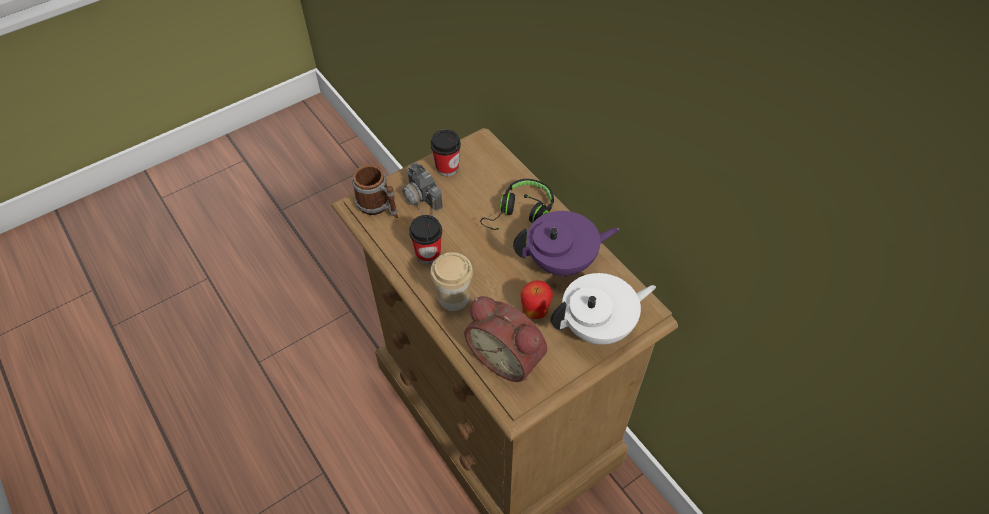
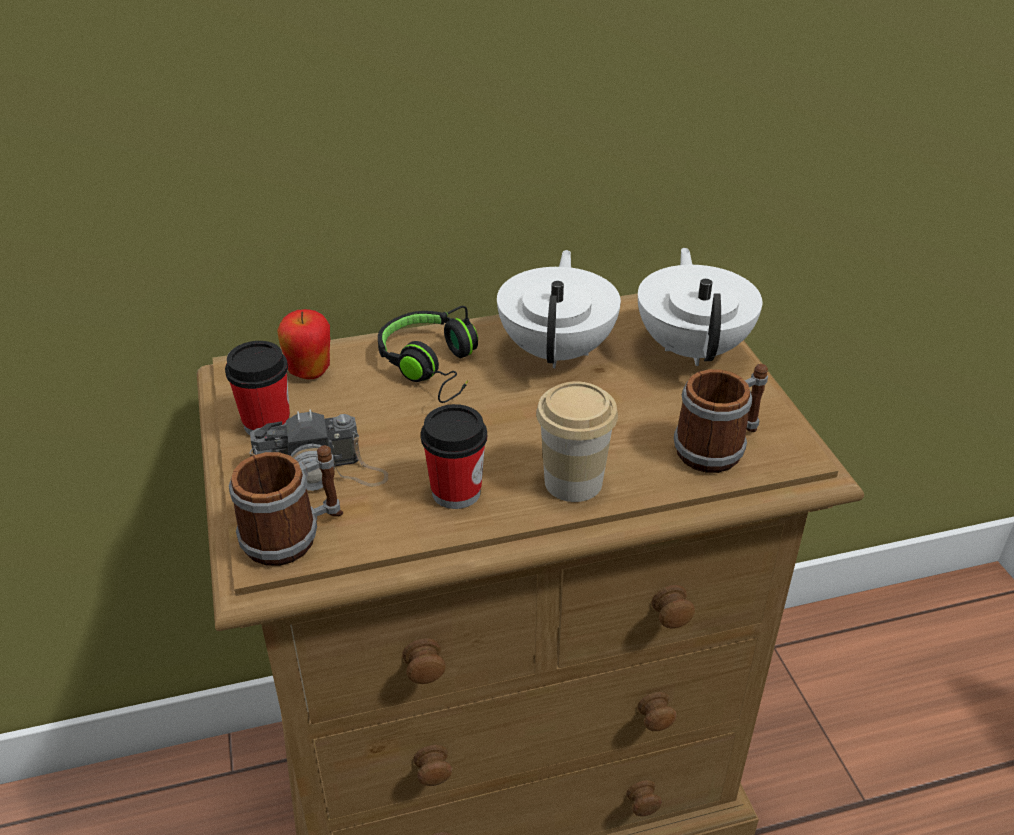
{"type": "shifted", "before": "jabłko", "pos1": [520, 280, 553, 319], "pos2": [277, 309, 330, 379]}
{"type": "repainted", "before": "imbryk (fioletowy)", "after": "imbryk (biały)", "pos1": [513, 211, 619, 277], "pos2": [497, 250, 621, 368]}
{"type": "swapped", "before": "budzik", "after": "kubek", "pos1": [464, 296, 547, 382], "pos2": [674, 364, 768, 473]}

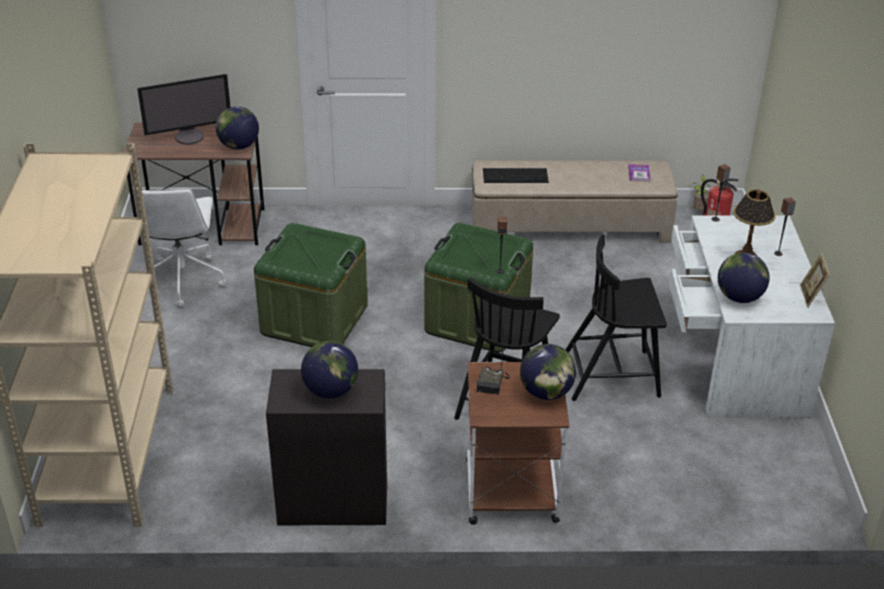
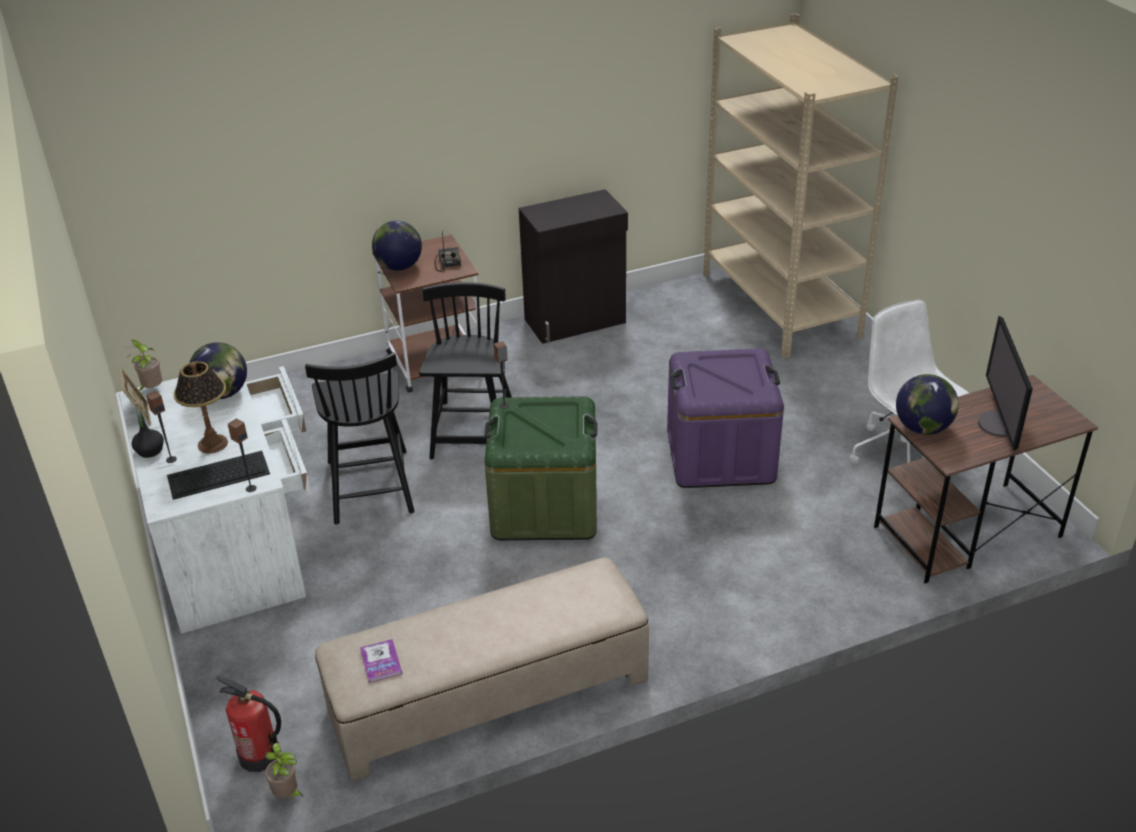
{"type": "new", "after": "roślina doniczkowa", "pos2": [124, 340, 162, 391]}
{"type": "new", "after": "butelka (czarny)", "pos2": [131, 402, 164, 458]}
{"type": "shifted", "before": "klawiatura", "pos1": [483, 168, 549, 183], "pos2": [167, 451, 270, 500]}
{"type": "rotated", "before": "krzesło (czarny)", "pos1": [565, 235, 667, 401], "pos2": [305, 352, 414, 525], "turn": 105}
{"type": "repainted", "before": "pojemnik do przechowywania (zielony)", "after": "pojemnik do przechowywania (fioletowy)", "pos1": [254, 223, 368, 347], "pos2": [667, 349, 784, 488]}
{"type": "rotated", "before": "monitor", "pos1": [137, 74, 230, 145], "pos2": [978, 316, 1033, 450], "turn": -45}
{"type": "gone", "before": "globus", "pos1": [301, 341, 358, 398]}

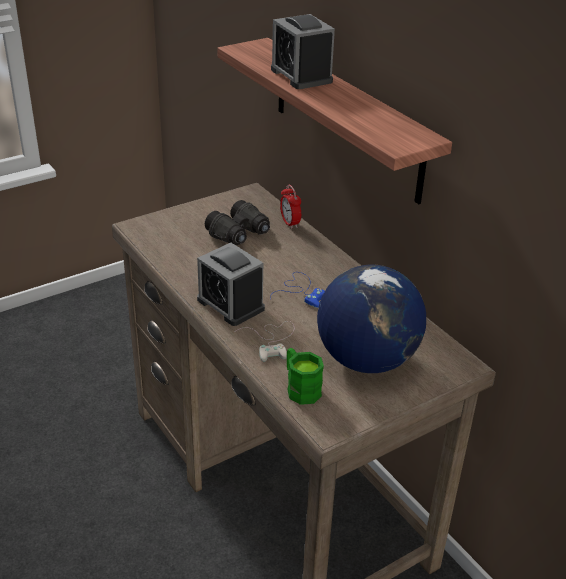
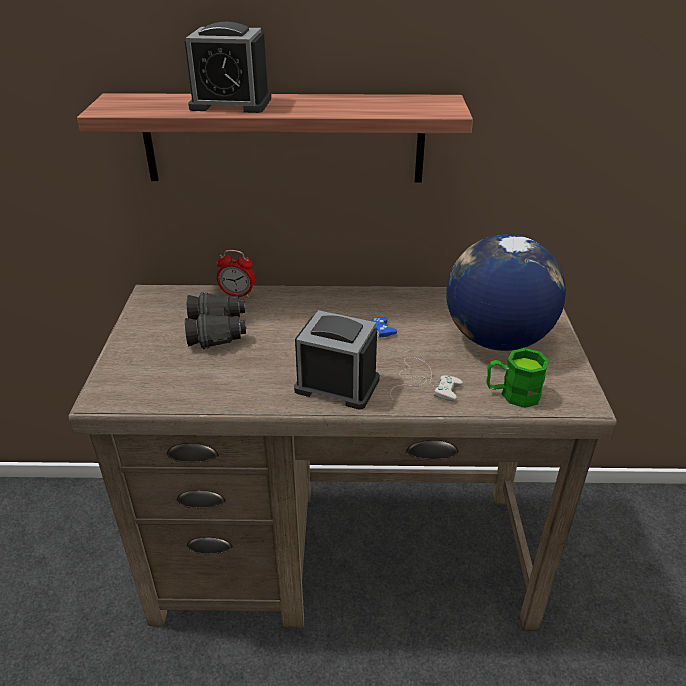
{"type": "rotated", "before": "budzik", "pos1": [197, 243, 265, 326], "pos2": [294, 310, 380, 410], "turn": -150}

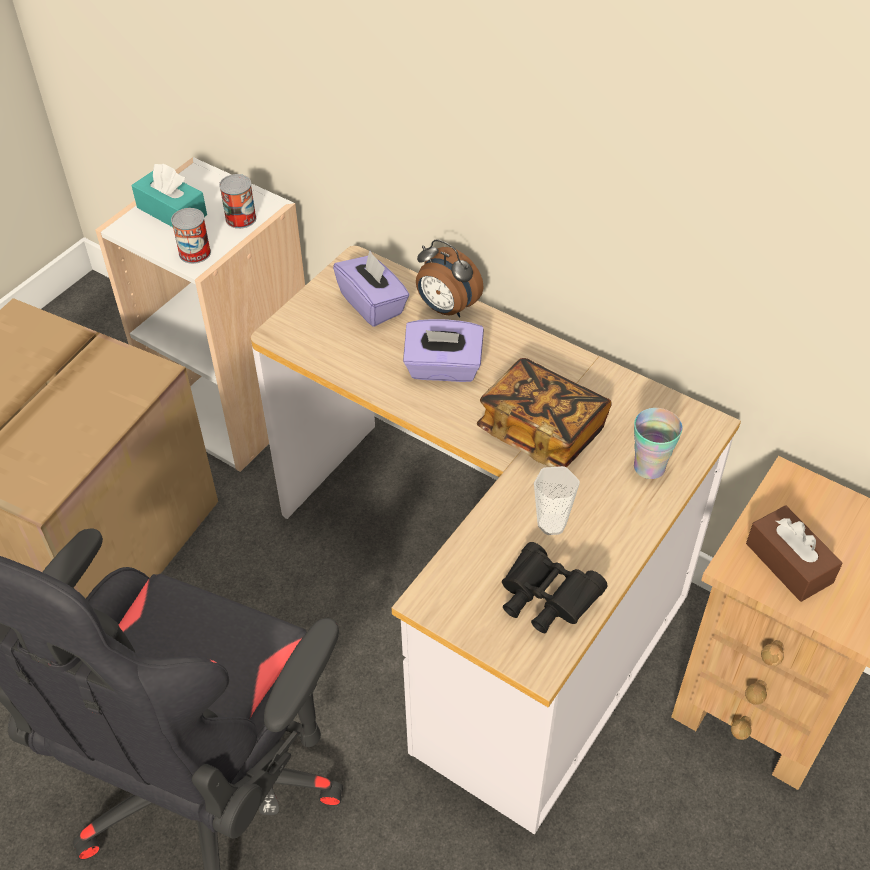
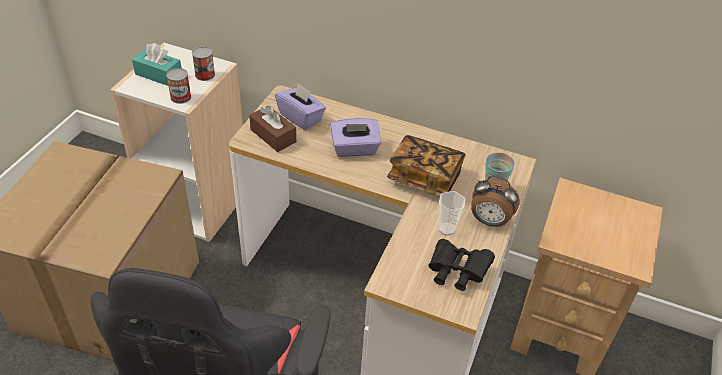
{"type": "shifted", "before": "pudełko chusteczek (brązowy)", "pos1": [746, 505, 843, 602], "pos2": [249, 106, 296, 152]}
{"type": "shifted", "before": "budzik", "pos1": [416, 239, 484, 318], "pos2": [471, 176, 520, 227]}

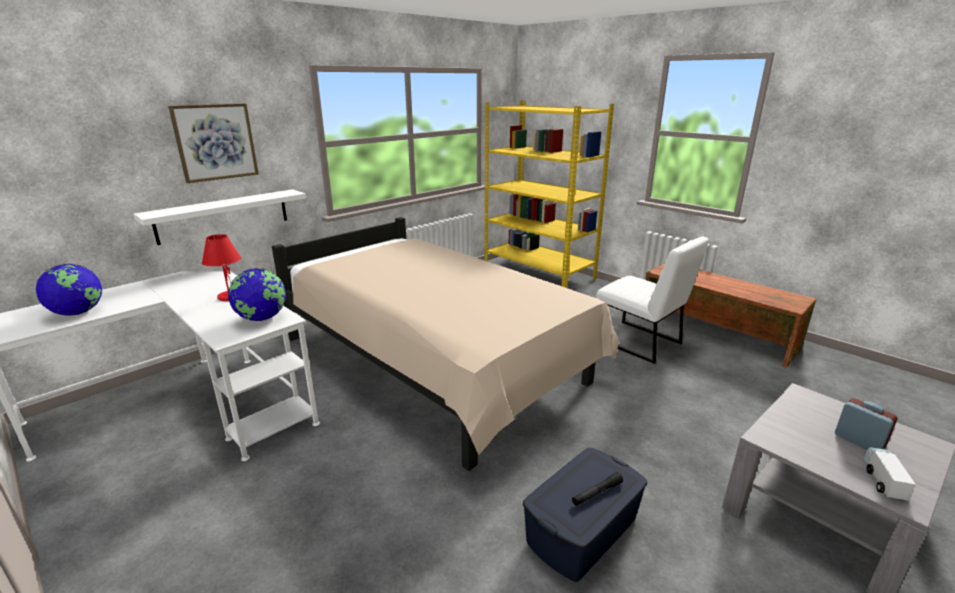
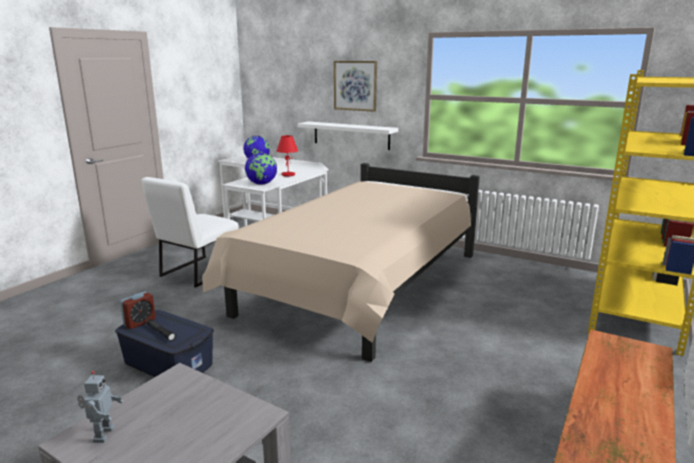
{"type": "swapped", "before": "ciężarówka zabawkowa", "after": "robot zabawkowy", "pos1": [864, 447, 916, 501], "pos2": [77, 371, 123, 443]}
{"type": "shifted", "before": "budzik", "pos1": [835, 398, 897, 450], "pos2": [120, 291, 156, 329]}
{"type": "shifted", "before": "krzesło (biały)", "pos1": [596, 237, 709, 364], "pos2": [141, 177, 239, 288]}

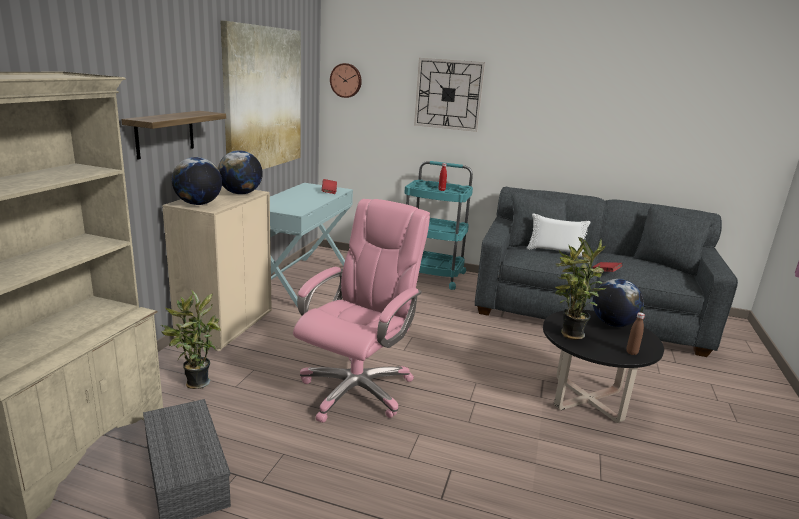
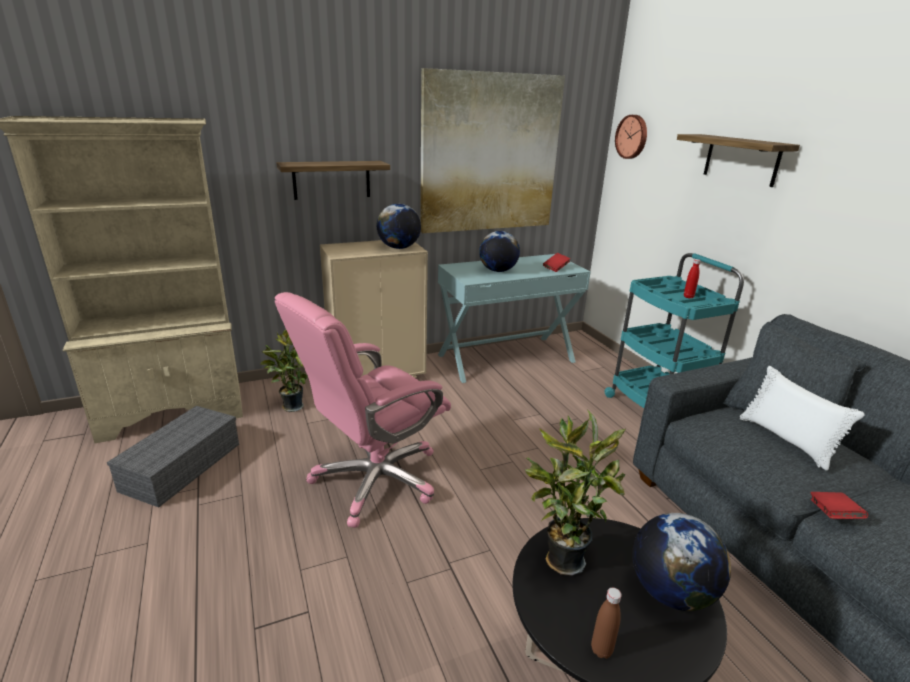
{"type": "rotated", "before": "krzesło biurowe (różowy)", "pos1": [293, 199, 430, 423], "pos2": [275, 292, 451, 528], "turn": 150}
{"type": "shifted", "before": "globus", "pos1": [172, 157, 222, 205], "pos2": [479, 231, 520, 272]}
{"type": "swapped", "before": "zegar ścienny", "after": "półka", "pos1": [414, 58, 485, 132], "pos2": [677, 134, 800, 187]}

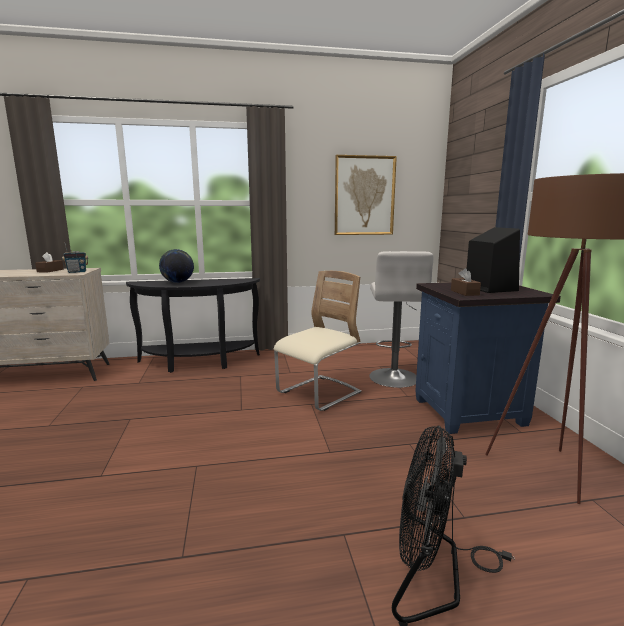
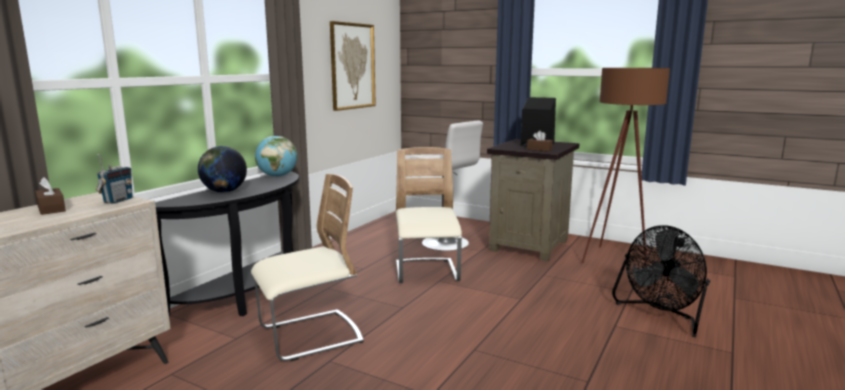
{"type": "new", "after": "krzesło (beżowy)", "pos2": [251, 174, 364, 361]}
{"type": "new", "after": "globus", "pos2": [255, 136, 297, 177]}
{"type": "repainted", "before": "szafka (niebieski)", "after": "szafka (beżowy)", "pos1": [415, 282, 561, 434], "pos2": [487, 139, 579, 261]}

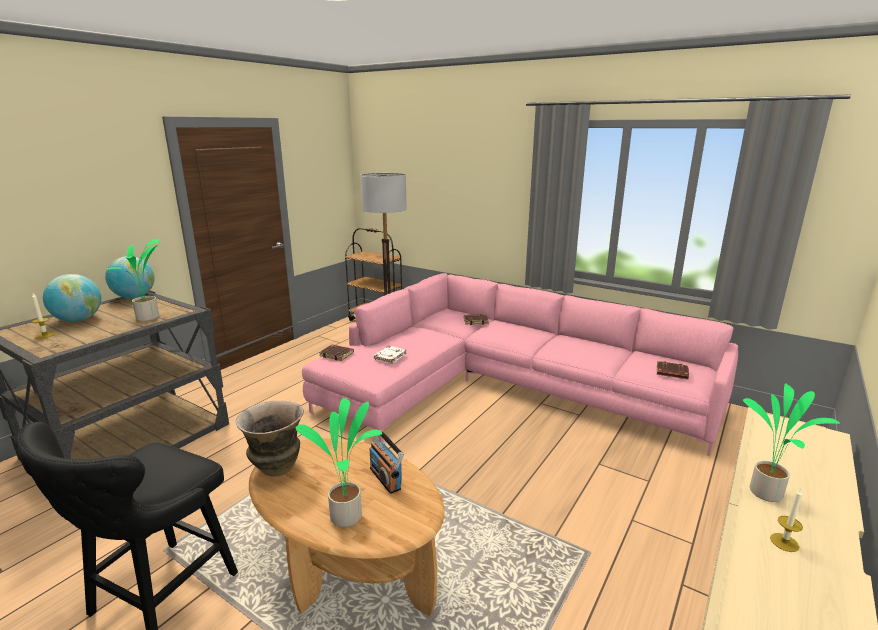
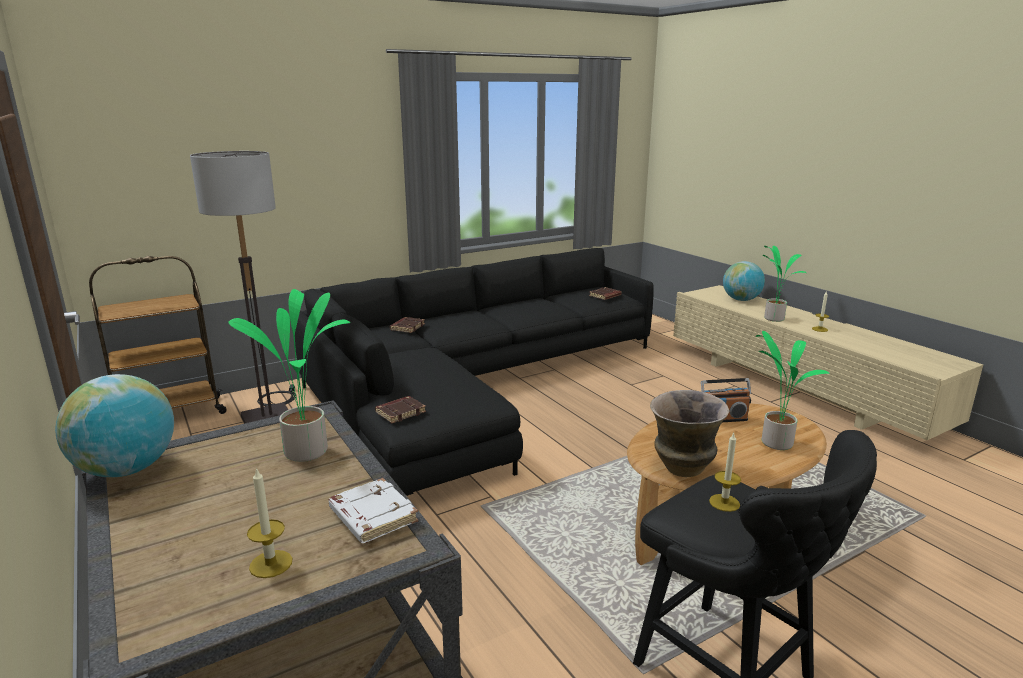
{"type": "repainted", "before": "kanapa (różowy)", "after": "kanapa (czarny)", "pos1": [302, 273, 738, 456], "pos2": [295, 248, 654, 496]}
{"type": "shifted", "before": "książka (biały)", "pos1": [373, 346, 407, 364], "pos2": [329, 478, 419, 543]}
{"type": "new", "after": "świeca", "pos2": [709, 433, 741, 512]}
{"type": "shifted", "before": "globus", "pos1": [43, 274, 101, 322], "pos2": [723, 261, 765, 301]}

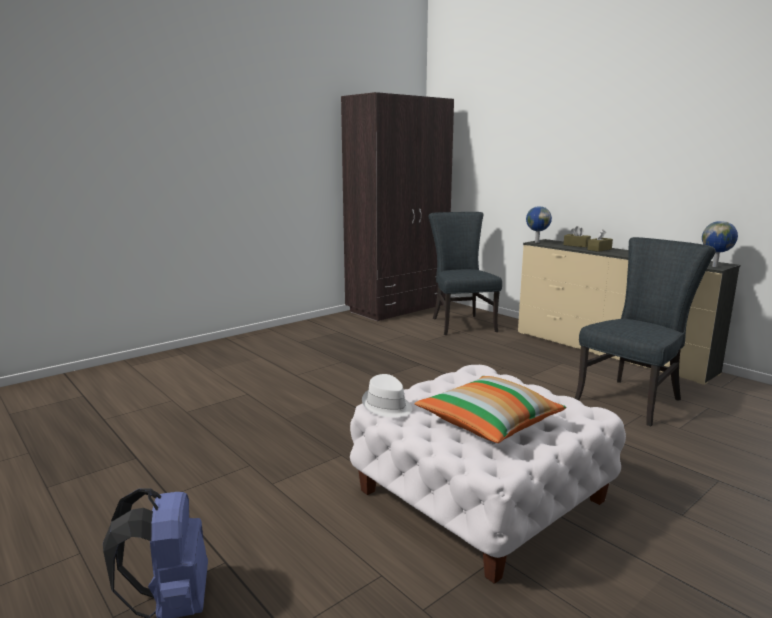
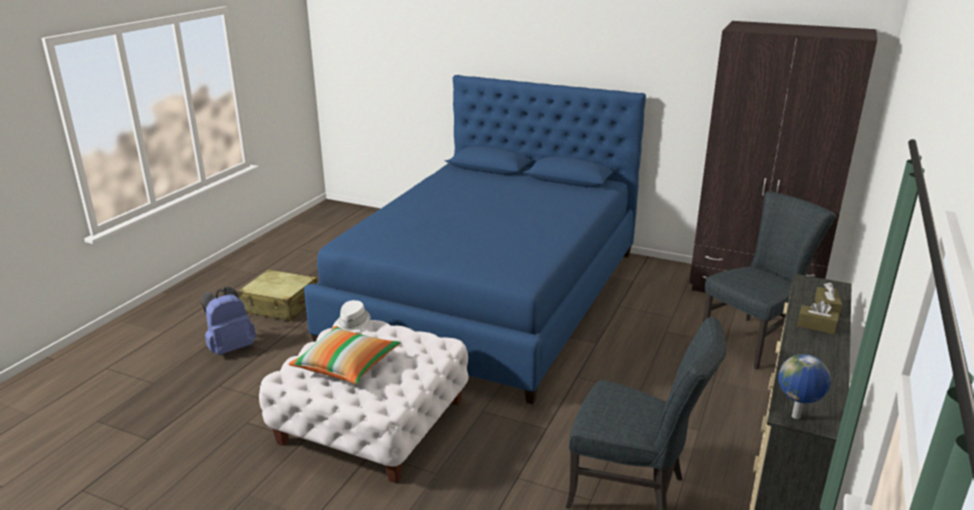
{"type": "new", "after": "walizka (beżowy)", "pos2": [238, 270, 317, 321]}
{"type": "new", "after": "łóżko (niebieski)", "pos2": [304, 75, 646, 404]}
{"type": "gone", "before": "globus", "pos1": [526, 206, 552, 243]}

